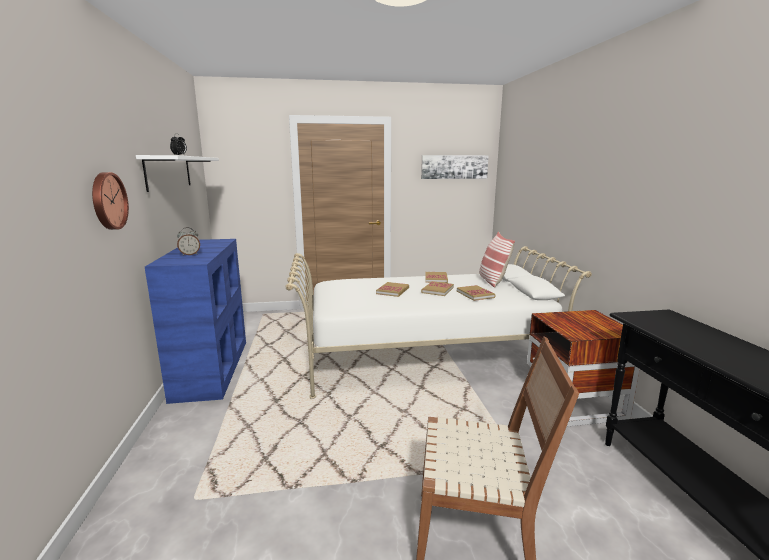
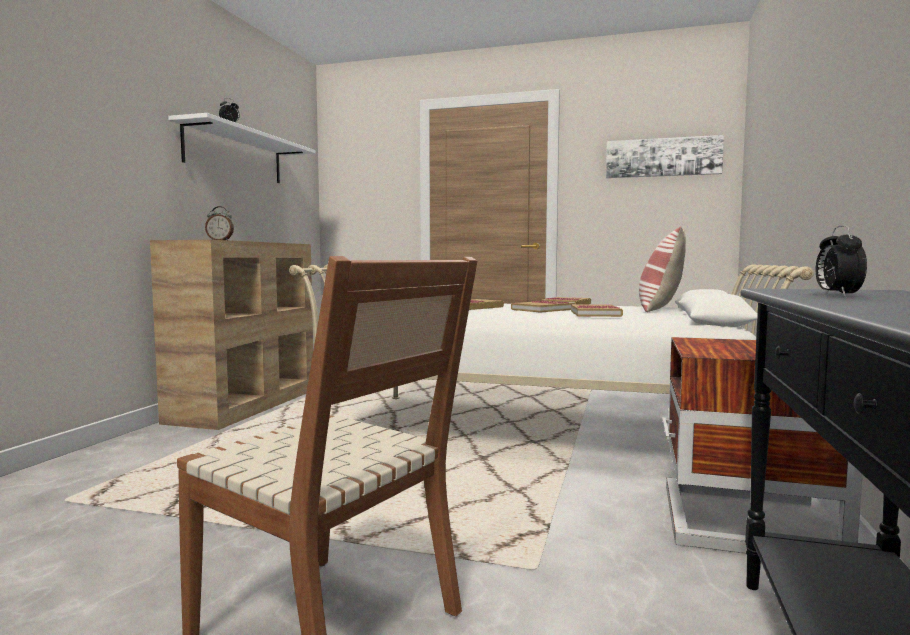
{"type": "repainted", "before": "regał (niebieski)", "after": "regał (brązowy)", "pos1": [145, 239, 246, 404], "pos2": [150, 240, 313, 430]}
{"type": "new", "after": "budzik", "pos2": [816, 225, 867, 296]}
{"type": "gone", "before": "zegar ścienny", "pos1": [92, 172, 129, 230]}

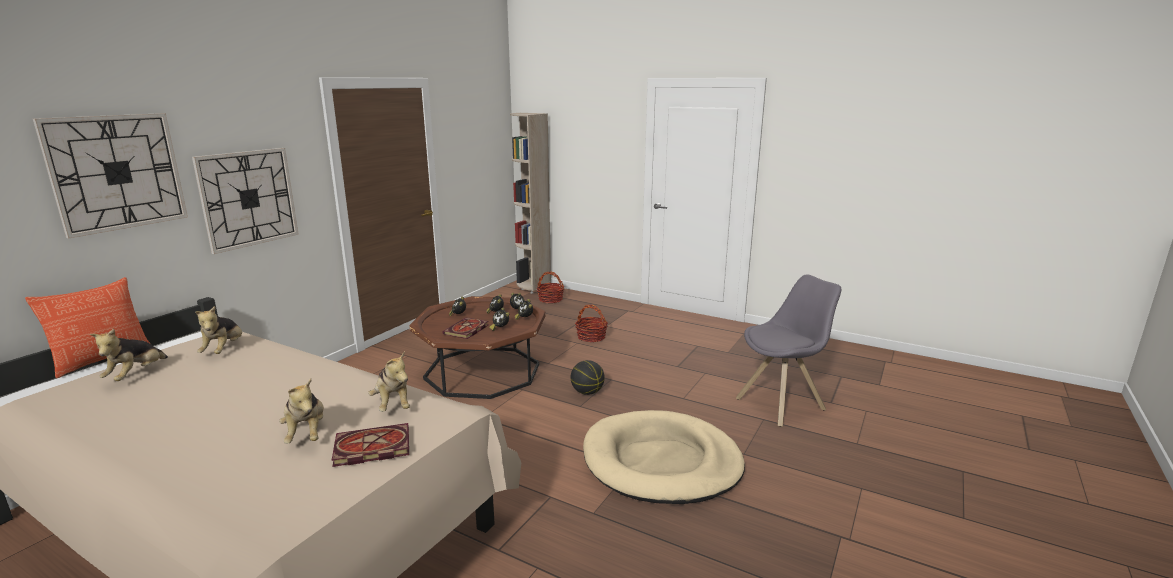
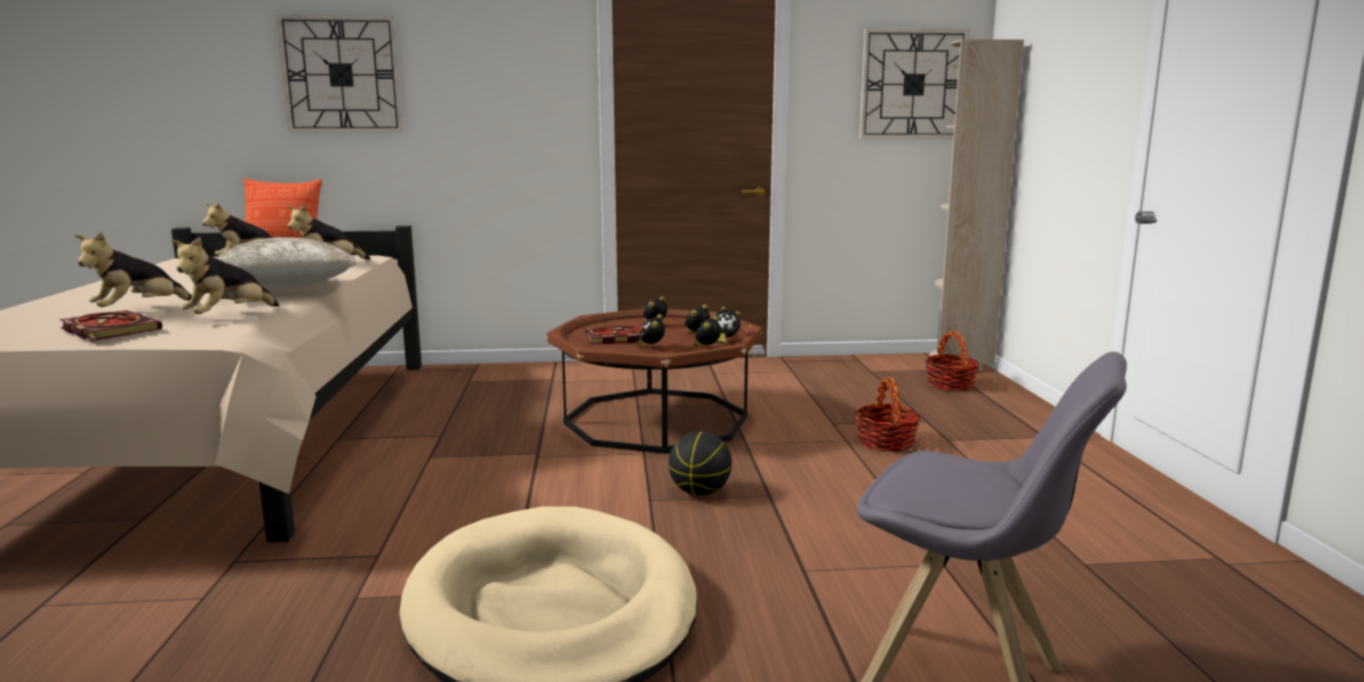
{"type": "new", "after": "poduszka (beżowy)", "pos2": [217, 237, 357, 289]}
{"type": "shifted", "before": "zegar ścienny", "pos1": [192, 148, 299, 254], "pos2": [859, 28, 970, 139]}

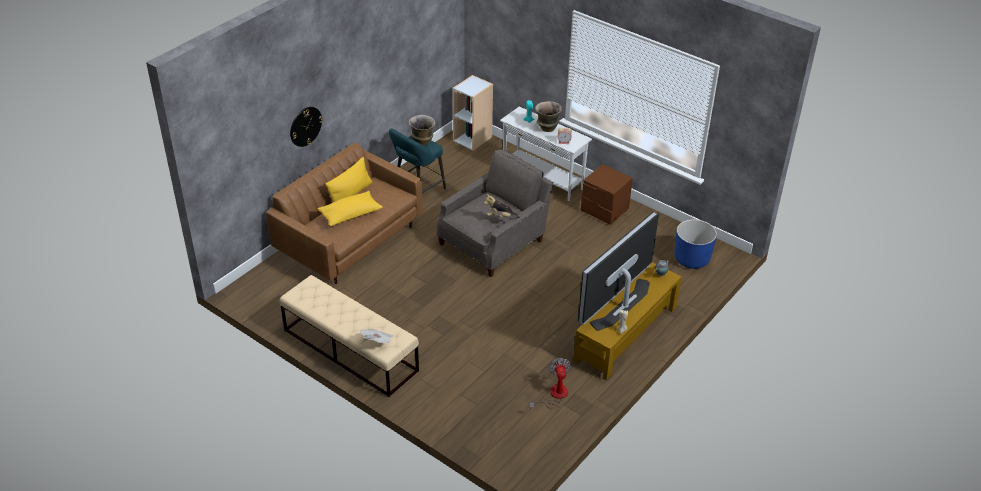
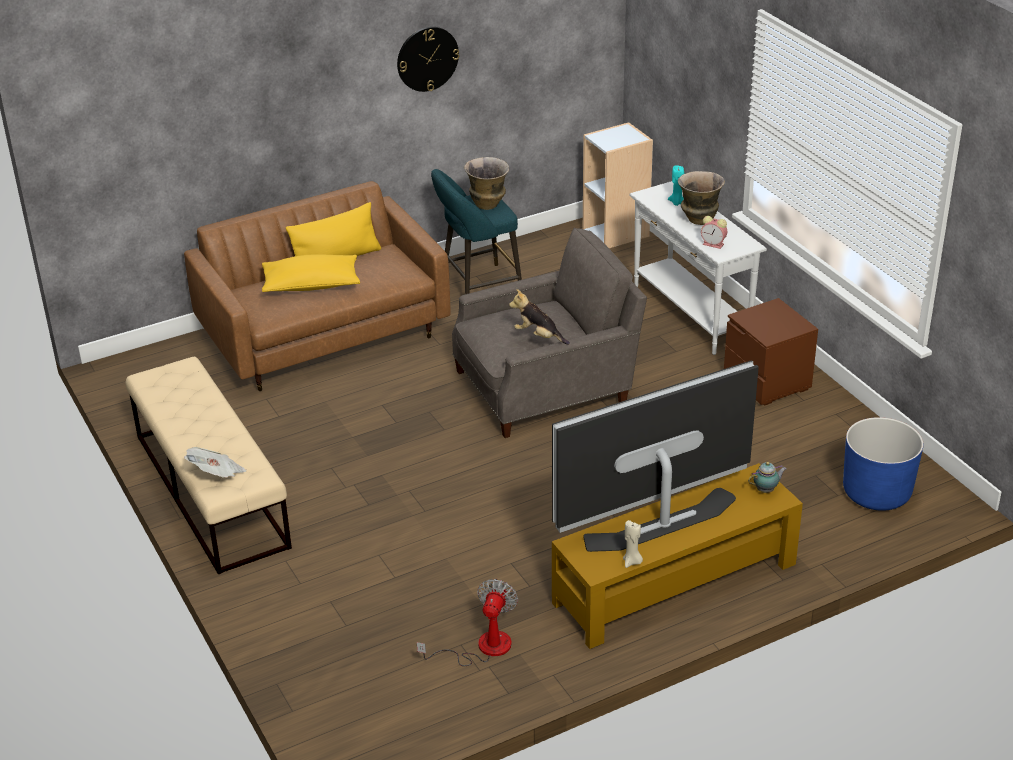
{"type": "shifted", "before": "zegar ścienny", "pos1": [290, 107, 323, 147], "pos2": [397, 27, 459, 92]}

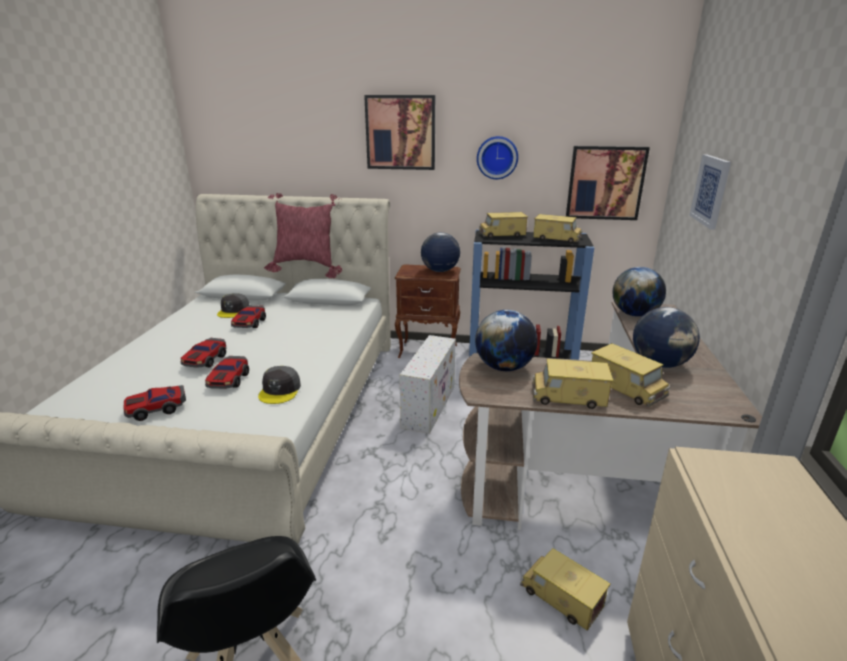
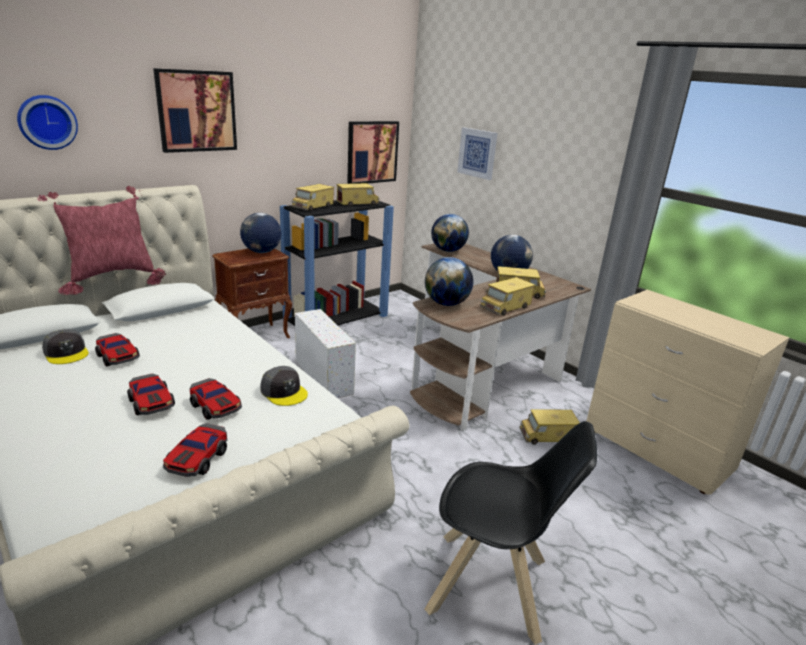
{"type": "shifted", "before": "zegar ścienny", "pos1": [477, 136, 518, 179], "pos2": [17, 95, 78, 150]}

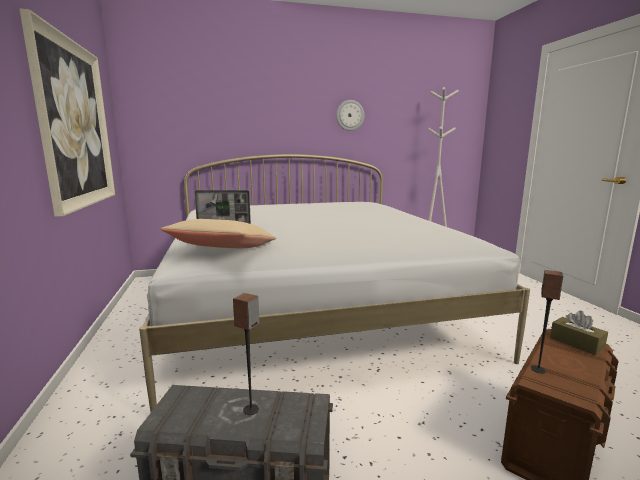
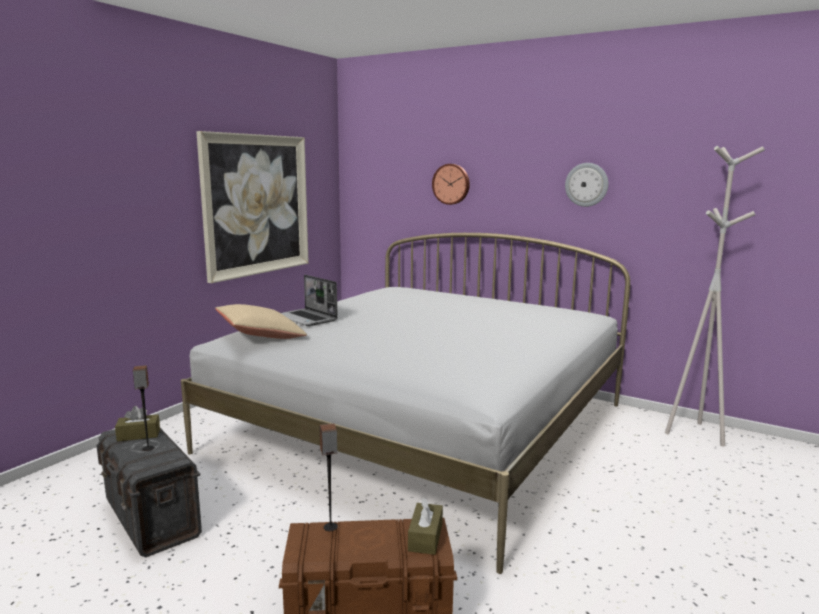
{"type": "new", "after": "pudełko chusteczek (brązowy)", "pos2": [115, 406, 160, 442]}
{"type": "new", "after": "zegar ścienny", "pos2": [432, 164, 470, 205]}

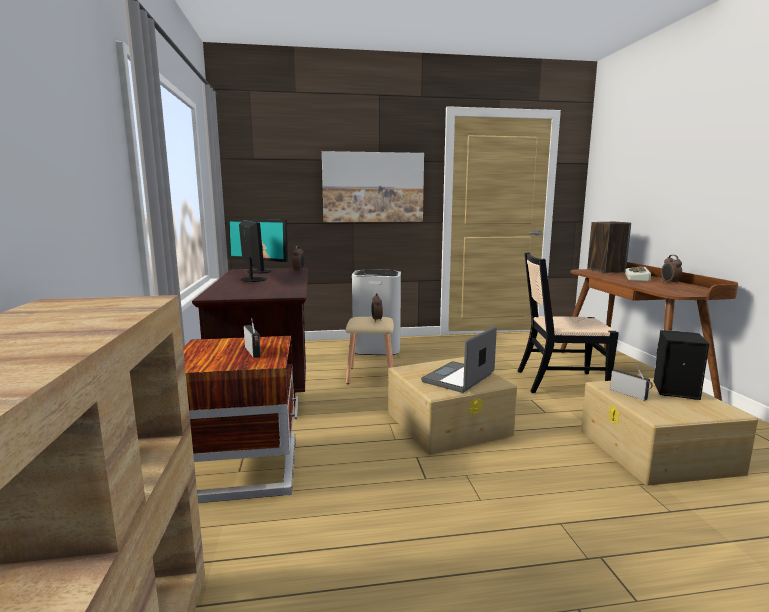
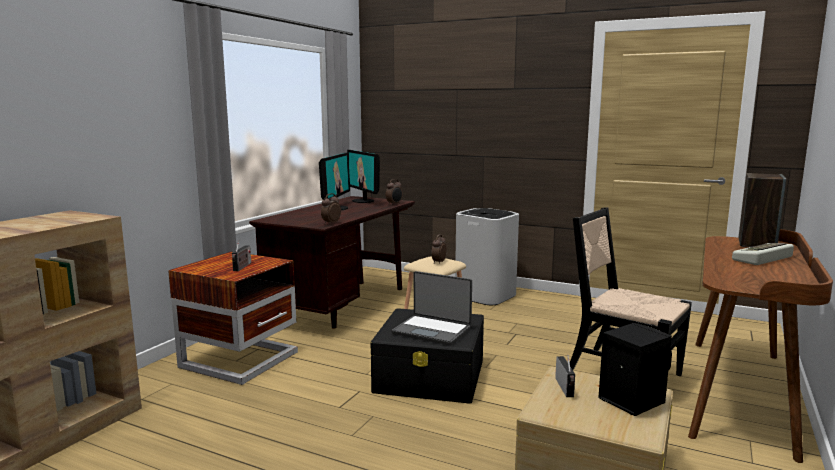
{"type": "shifted", "before": "budzik", "pos1": [661, 255, 682, 285], "pos2": [321, 193, 341, 224]}
{"type": "repainted", "before": "pojemnik do przechowywania (beżowy)", "after": "pojemnik do przechowywania (czarny)", "pos1": [388, 357, 517, 455], "pos2": [370, 308, 484, 403]}
{"type": "rotated", "before": "laptop", "pos1": [421, 327, 497, 393], "pos2": [392, 271, 472, 346], "turn": -135}
{"type": "gone", "before": "obraz", "pos1": [322, 151, 424, 222]}

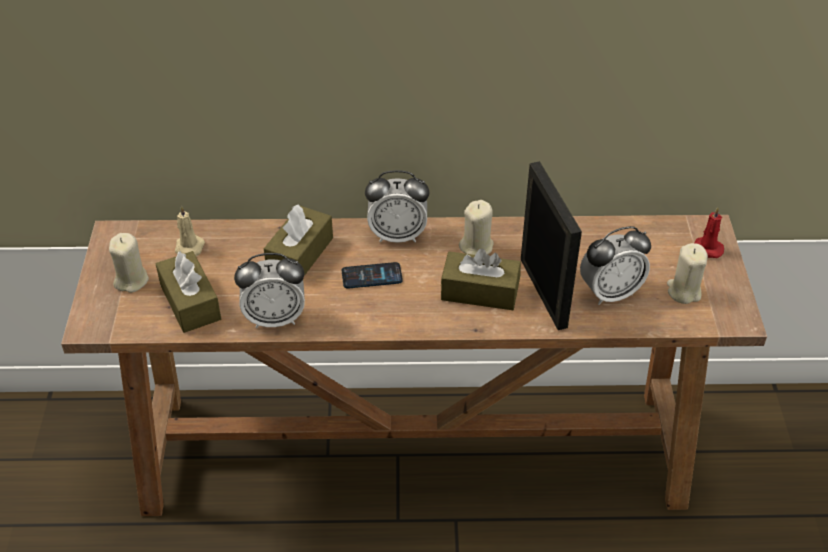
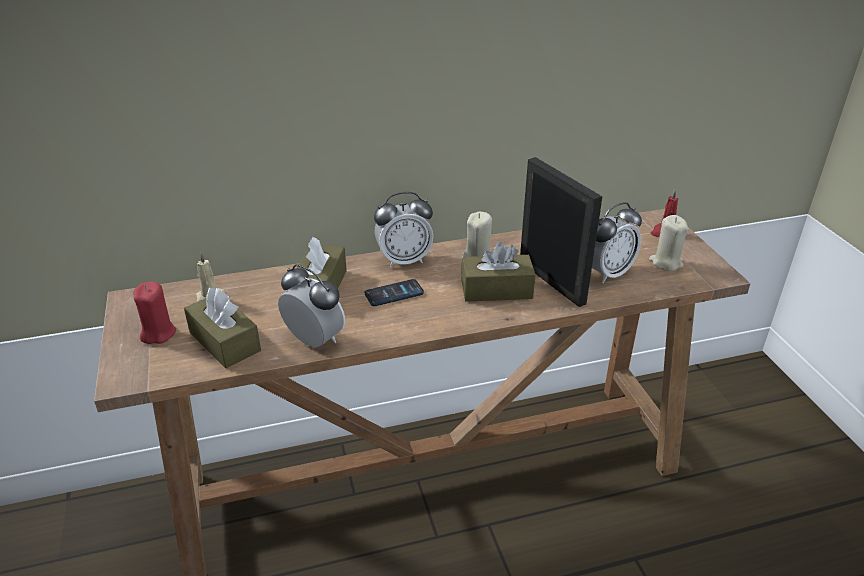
{"type": "repainted", "before": "świeca (beżowy)", "after": "świeca (czerwony)", "pos1": [109, 233, 149, 293], "pos2": [133, 282, 176, 344]}
{"type": "rotated", "before": "budzik", "pos1": [234, 253, 305, 328], "pos2": [278, 264, 345, 348], "turn": -120}

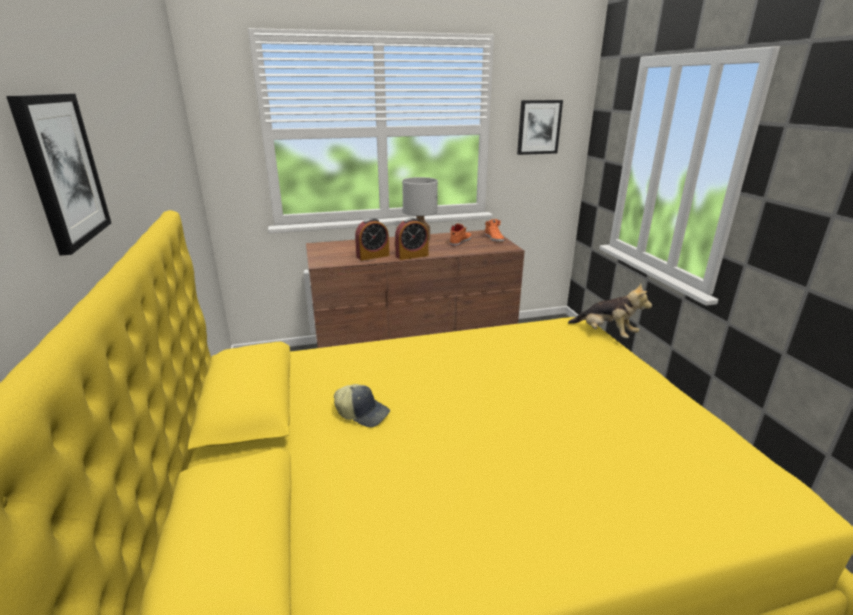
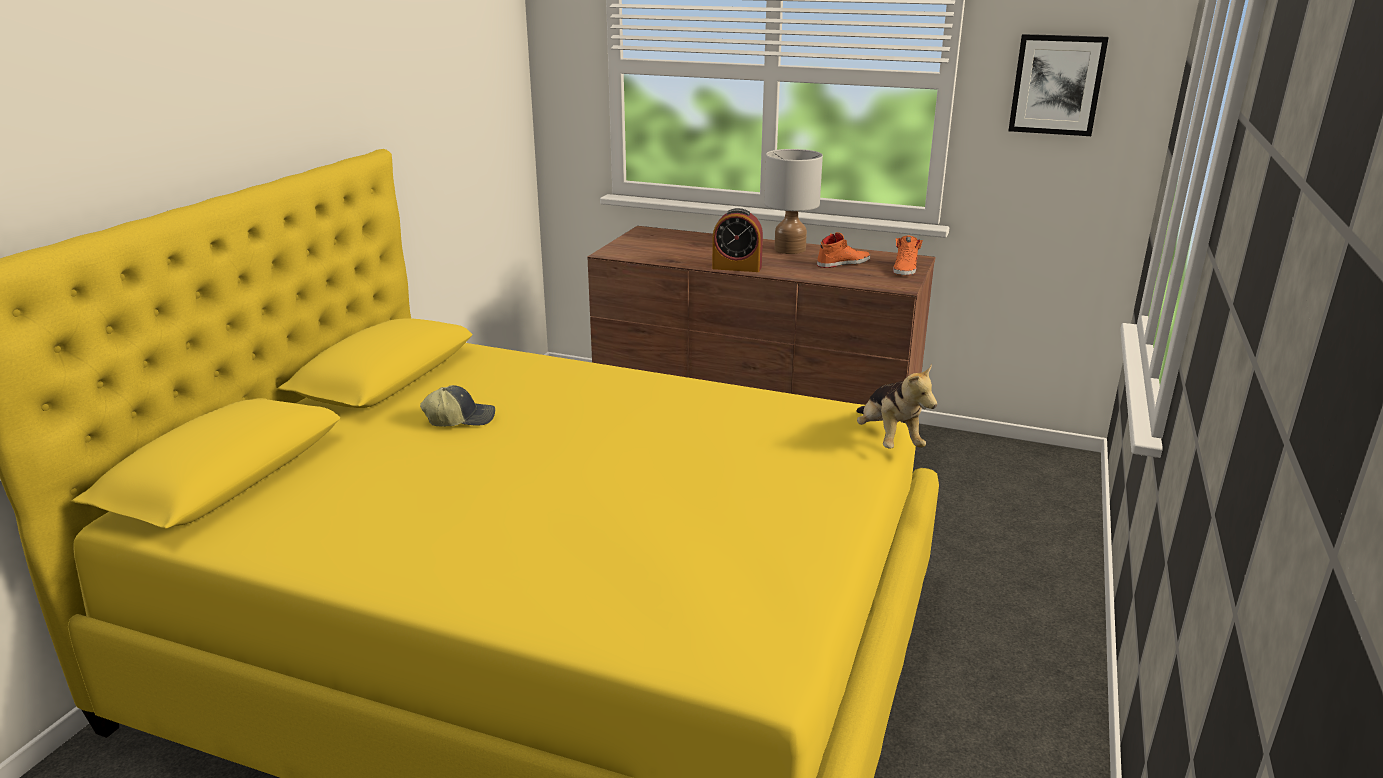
{"type": "rotated", "before": "czapka z daszkiem", "pos1": [334, 384, 390, 427], "pos2": [420, 385, 495, 427], "turn": -75}
{"type": "gone", "before": "obraz", "pos1": [6, 94, 111, 255]}
{"type": "gone", "before": "budzik", "pos1": [355, 218, 389, 261]}

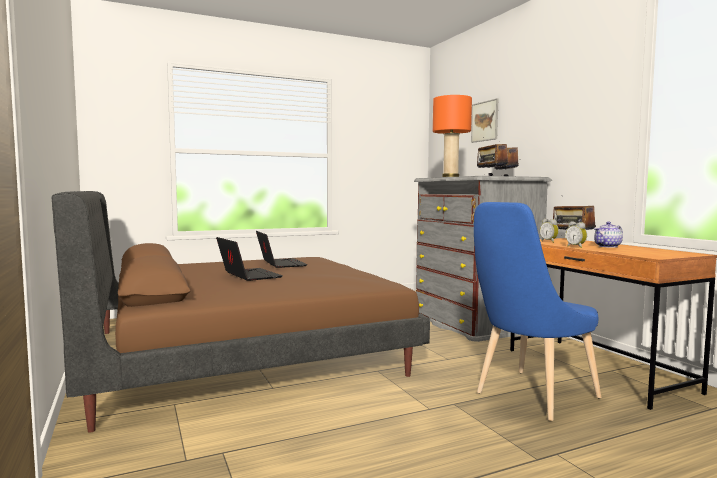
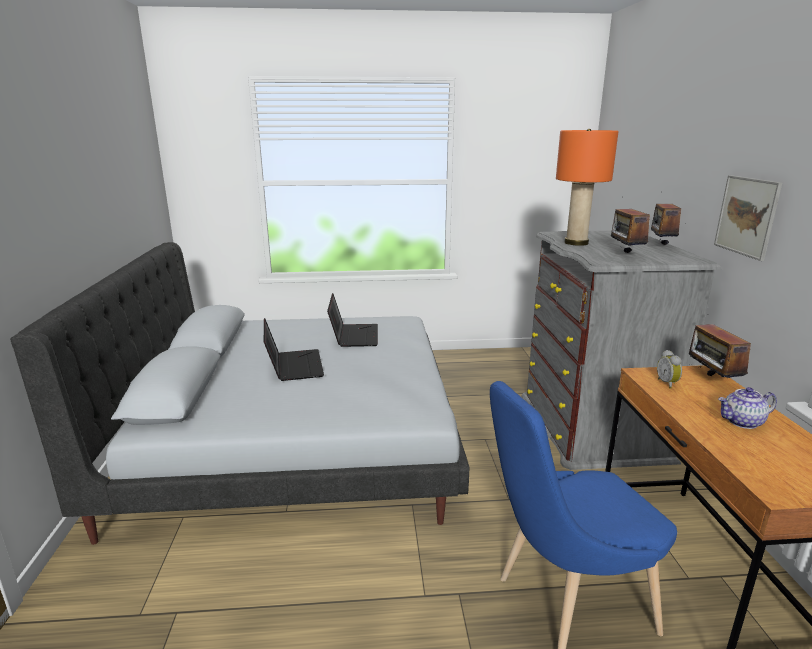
{"type": "repainted", "before": "łóżko (brązowy)", "after": "łóżko (szary)", "pos1": [52, 191, 430, 433], "pos2": [10, 242, 469, 545]}
{"type": "shifted", "before": "obraz", "pos1": [471, 98, 498, 143], "pos2": [714, 175, 782, 261]}
{"type": "gone", "before": "budzik", "pos1": [566, 222, 587, 248]}

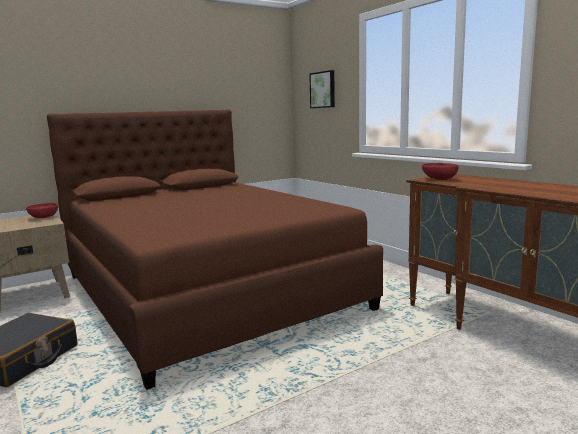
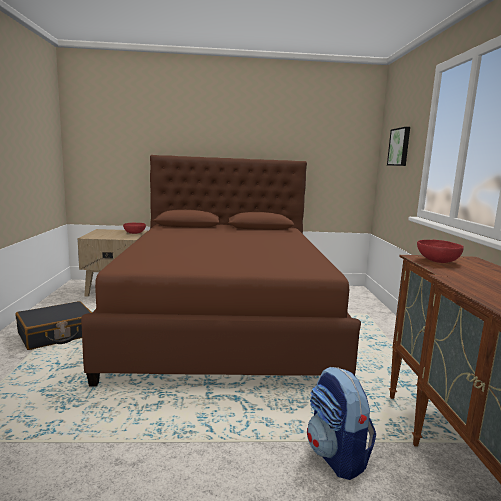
{"type": "new", "after": "plecak", "pos2": [307, 367, 376, 480]}

